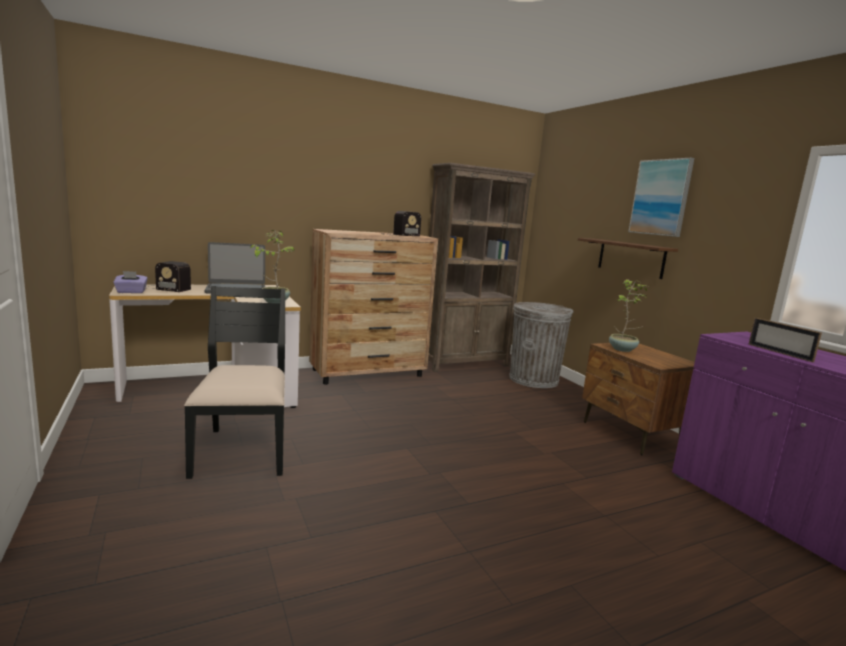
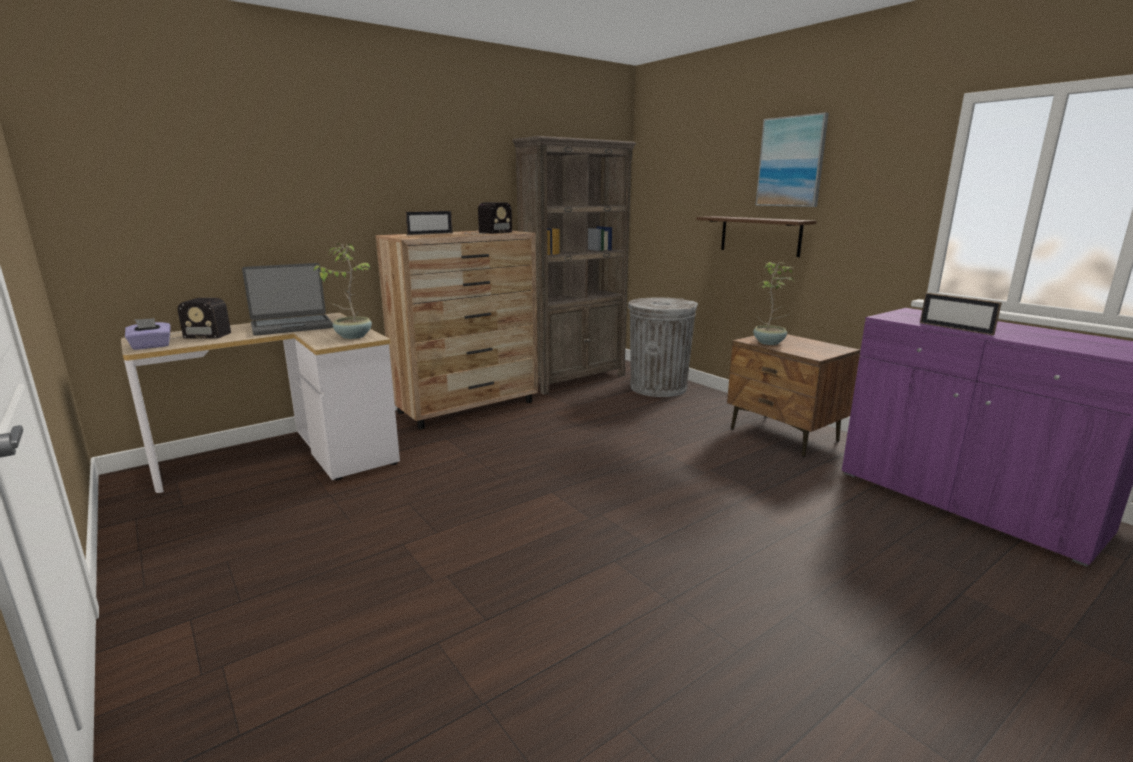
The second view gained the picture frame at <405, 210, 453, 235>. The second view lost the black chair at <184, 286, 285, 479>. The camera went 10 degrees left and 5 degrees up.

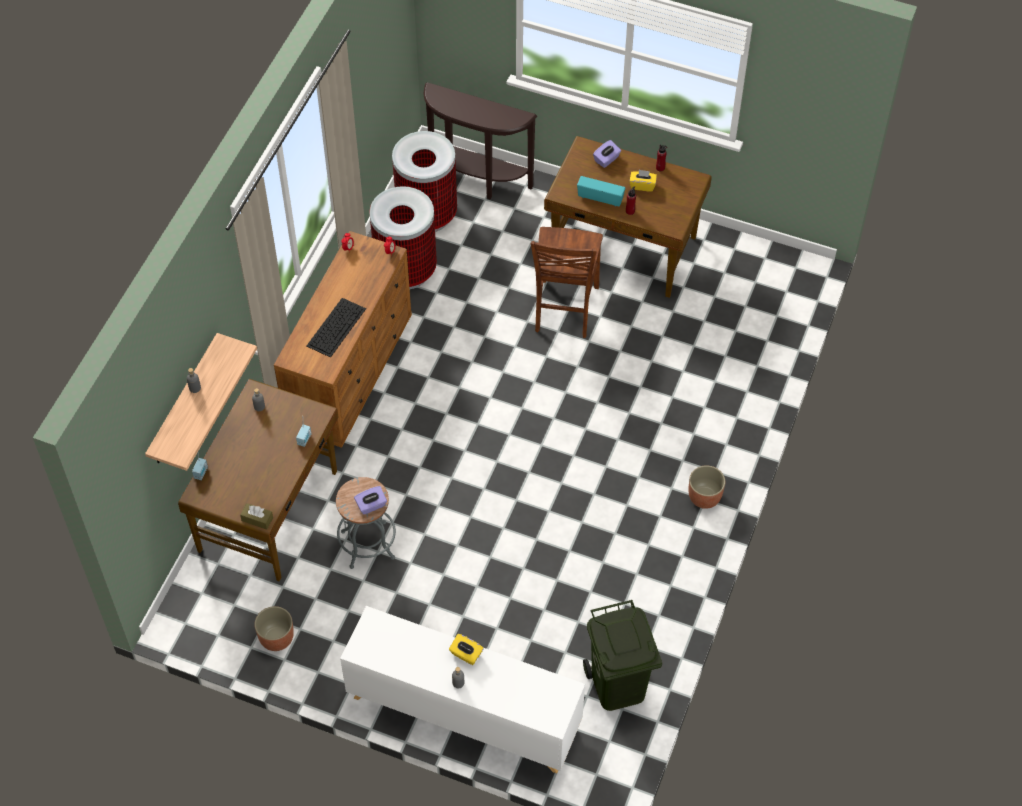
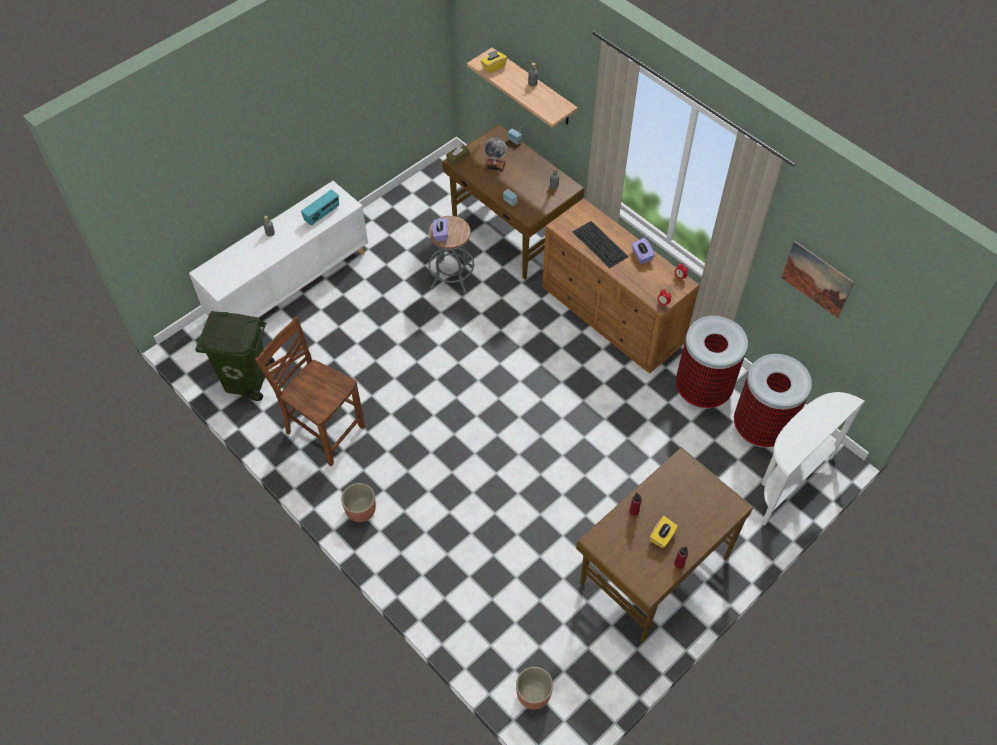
The brown chair ended up elsewhere, having gone from <531, 227, 603, 338> to <255, 317, 365, 466>. The radio ended up elsewhere, having gone from <577, 176, 625, 206> to <301, 190, 339, 225>. The yellow tissue box ended up elsewhere, having gone from <449, 634, 484, 665> to <481, 50, 507, 74>. The second view gained the globe at <484, 137, 507, 171>. The planter ended up elsewhere, having gone from <254, 606, 294, 651> to <516, 667, 553, 710>. The purple tissue box ended up elsewhere, having gone from <593, 140, 621, 168> to <631, 238, 655, 264>. What was the brown console table at <424, 82, 537, 200> turned into the white console table at <761, 392, 865, 526>. The second view gained the picture at <781, 241, 854, 318>. The camera went 115 degrees right and 0 degrees up.

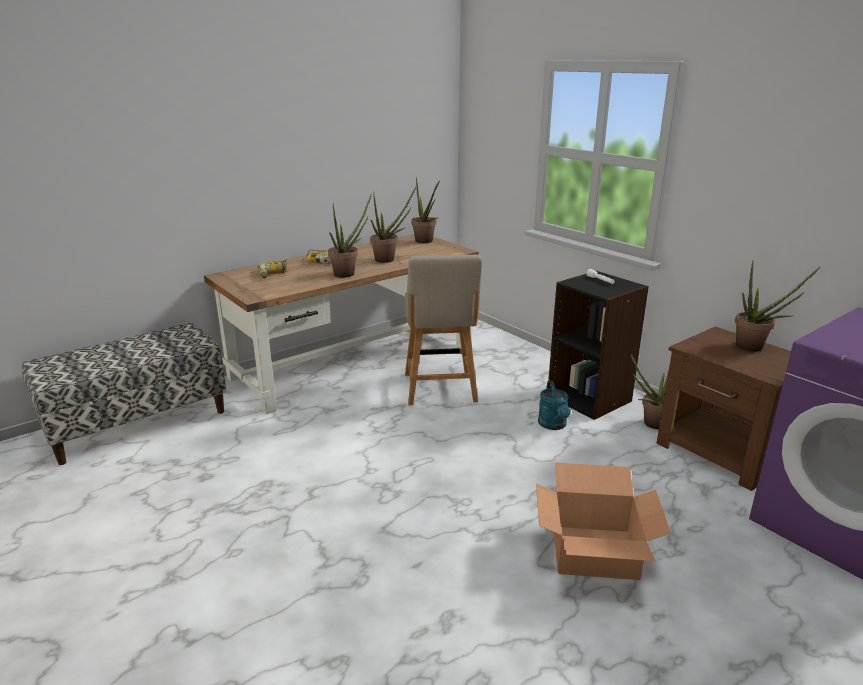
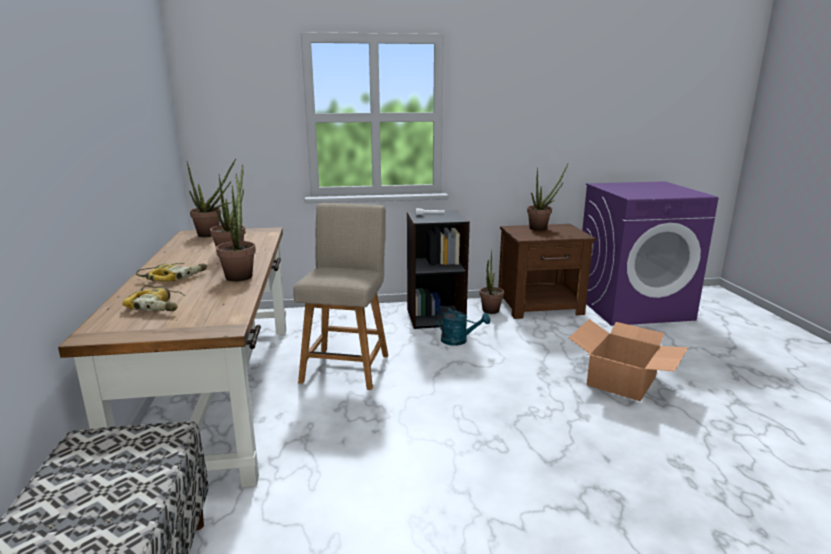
The beige chair at <405, 255, 482, 405> ended up facing another way, 105 degrees counterclockwise from before. The camera went 60 degrees left and 5 degrees down.

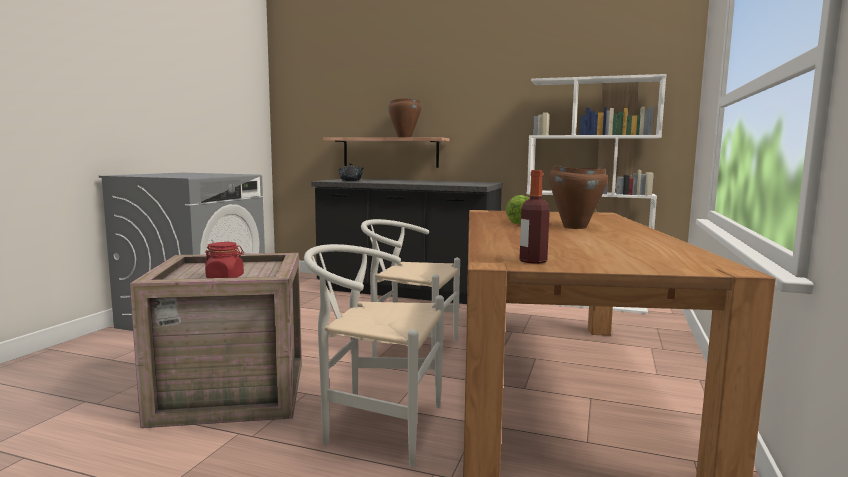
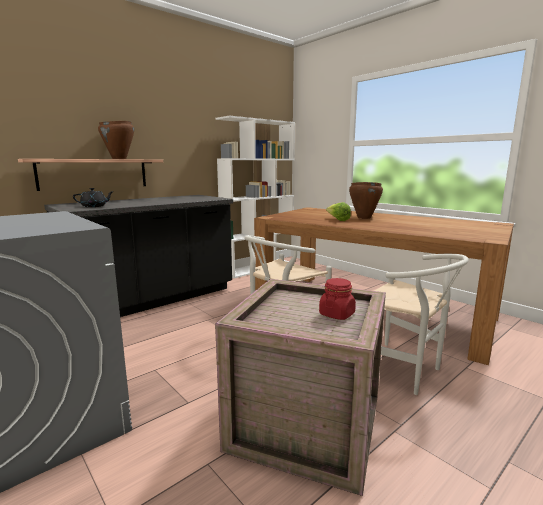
The white chair at <304, 244, 444, 468> ended up facing another way, 90 degrees counterclockwise from before. The second view lost the bottle at <519, 170, 550, 264>. The camera went 60 degrees left and 5 degrees up.

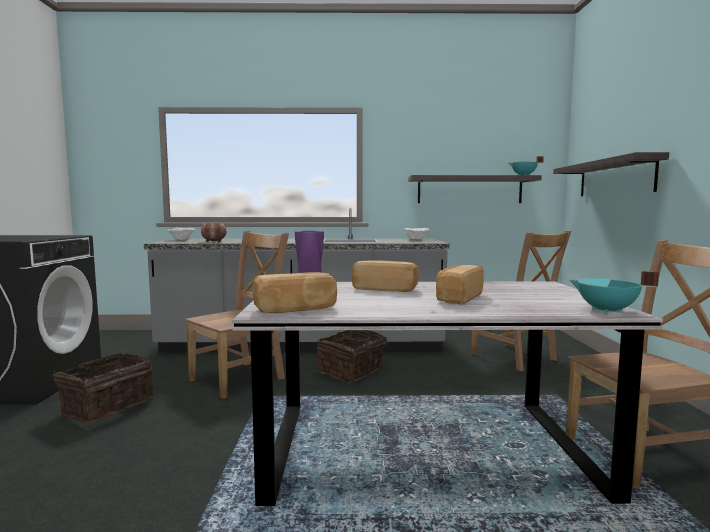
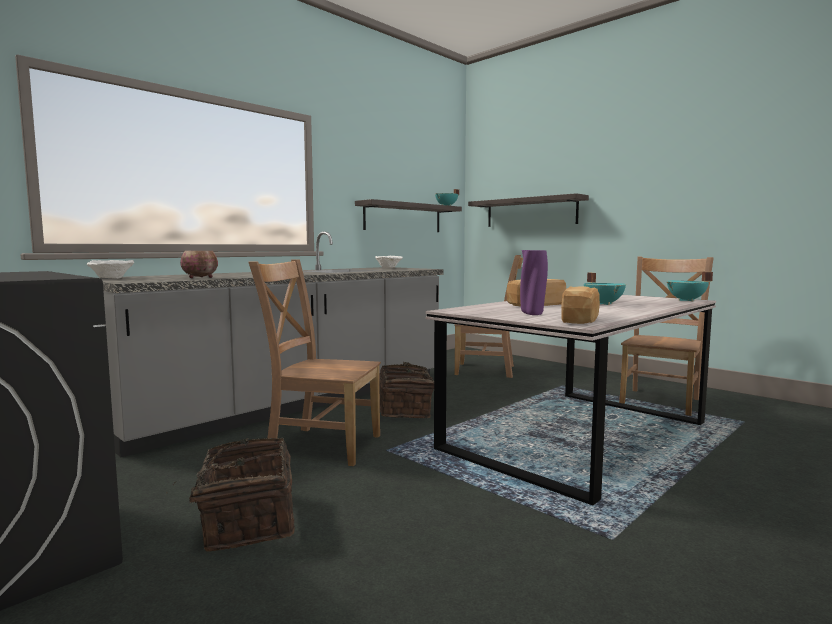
The brown chair at <185, 231, 289, 399> ended up facing another way, 75 degrees counterclockwise from before. Where the bread stood at <436, 265, 484, 305>, the turquoise cooking pot came to stand at <584, 273, 626, 305>. The camera went 45 degrees left and 0 degrees up.

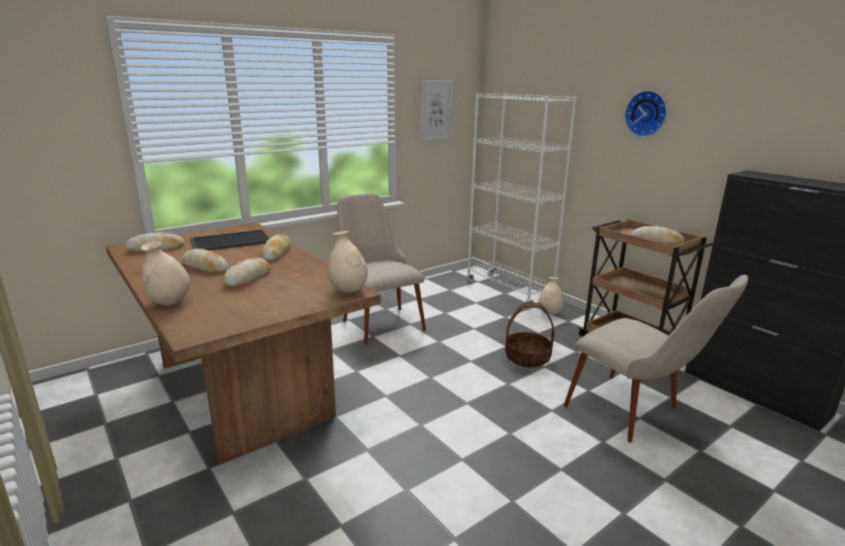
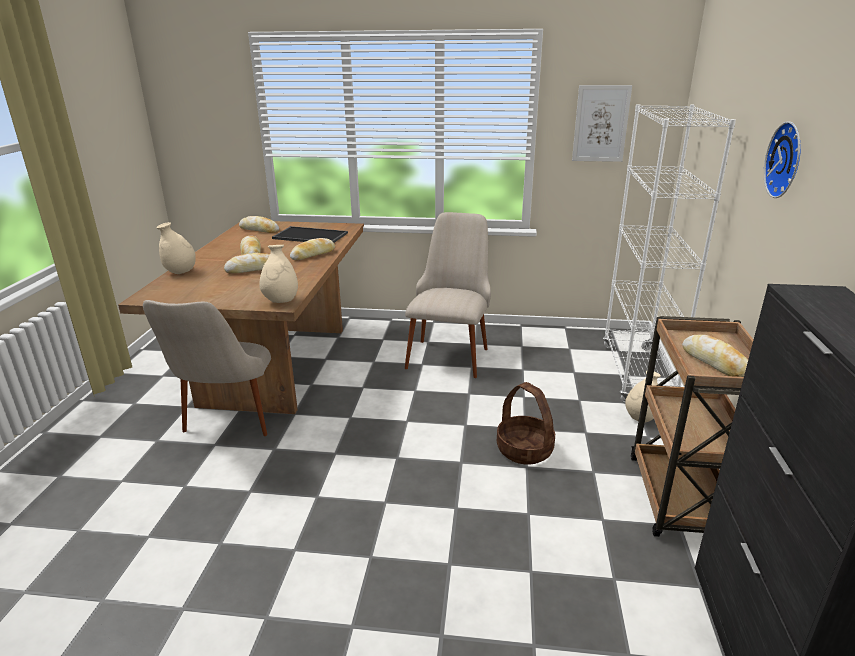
The beige chair ended up elsewhere, having gone from <564, 275, 748, 442> to <143, 300, 271, 436>. The camera went 45 degrees right and 5 degrees up.

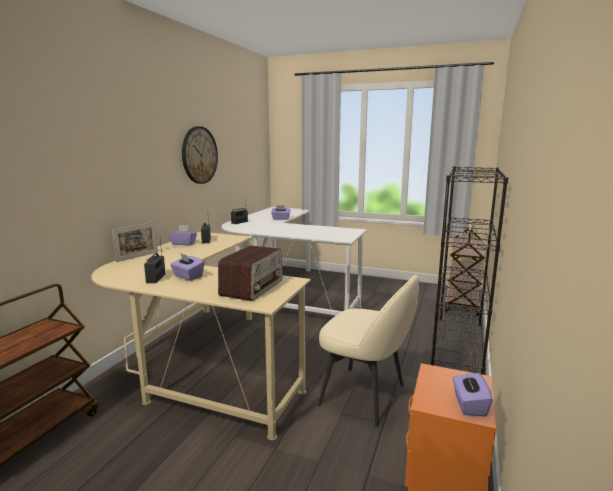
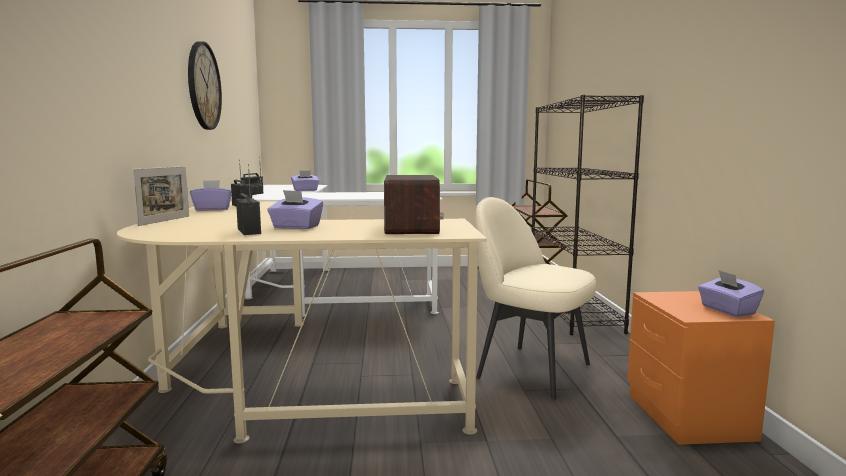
The beige chair at <318, 275, 419, 427> ended up facing another way, 150 degrees counterclockwise from before. The camera went 25 degrees left and 5 degrees down.

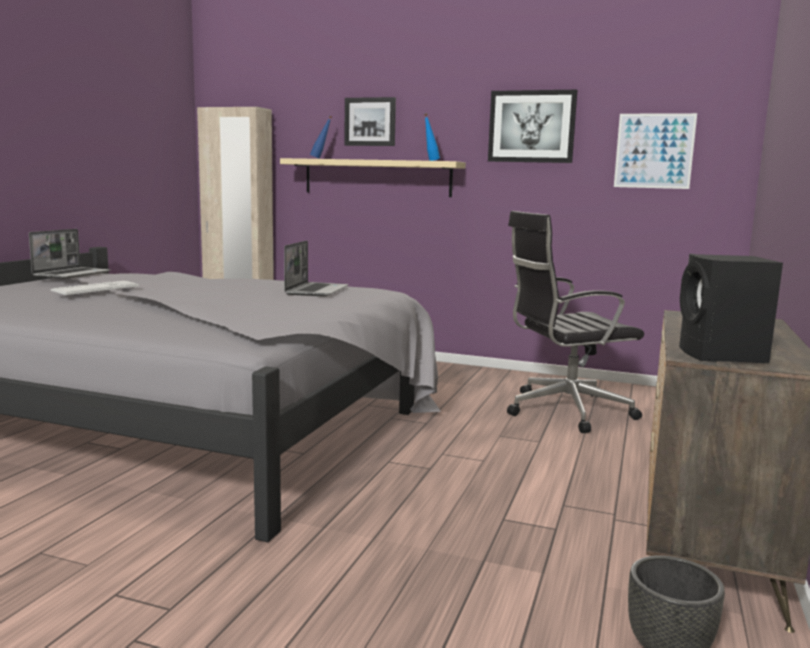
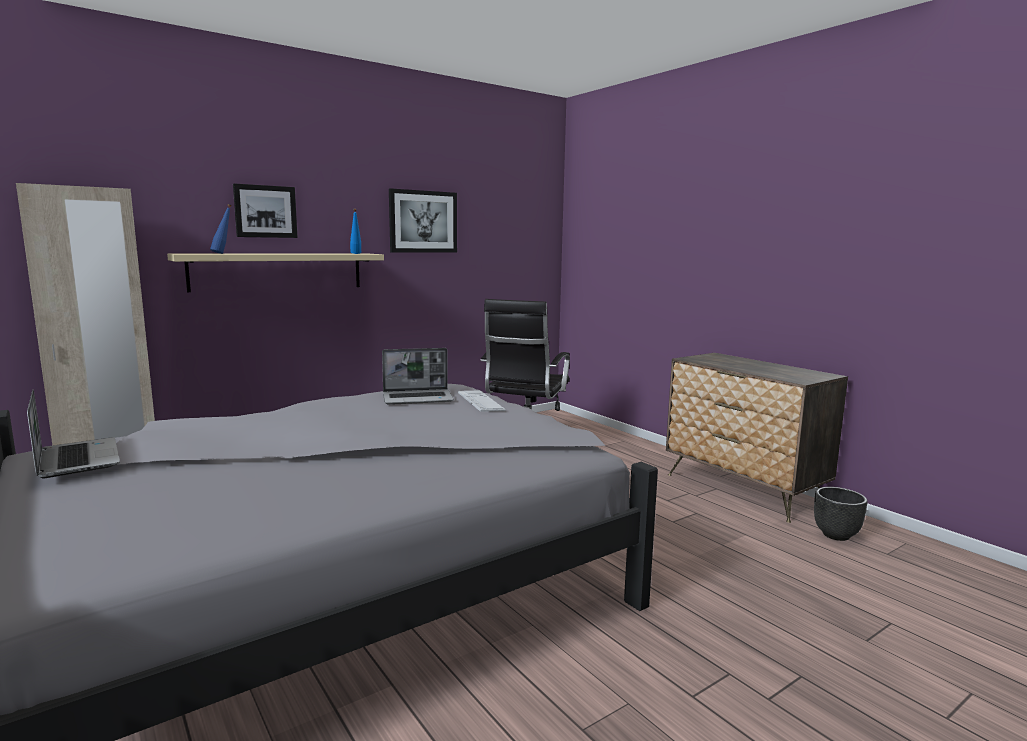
The laptop at <284, 240, 349, 297> ended up facing another way, 120 degrees clockwise from before. The keyboard ended up elsewhere, having gone from <51, 281, 139, 295> to <458, 391, 506, 412>. The second view lost the picture at <614, 113, 697, 189>. The second view lost the black speaker at <679, 254, 783, 363>. The camera went 55 degrees left and 0 degrees up.

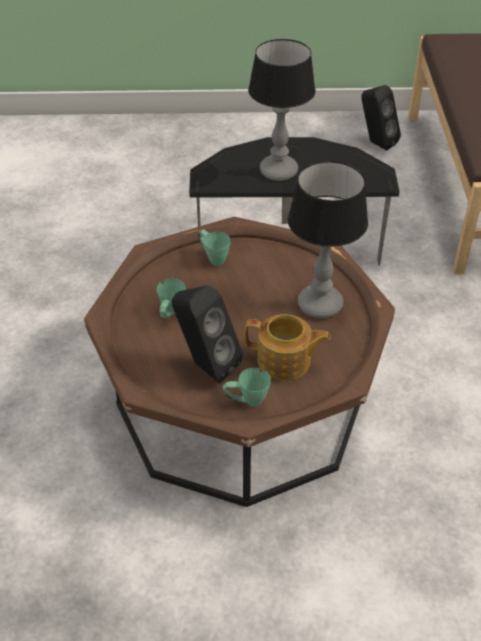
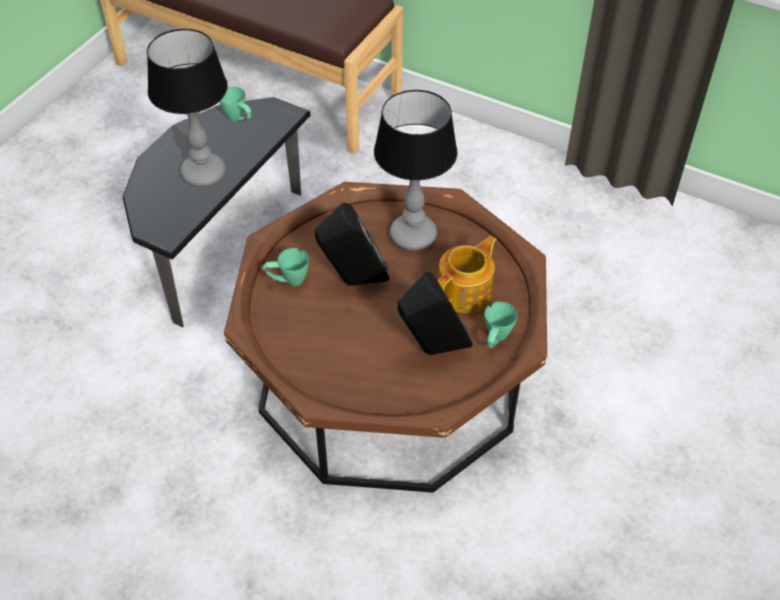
The green mug ended up elsewhere, having gone from <157, 278, 186, 318> to <219, 86, 252, 121>. The black speaker ended up elsewhere, having gone from <361, 85, 401, 151> to <315, 203, 389, 286>. The camera went 60 degrees left and 5 degrees up.

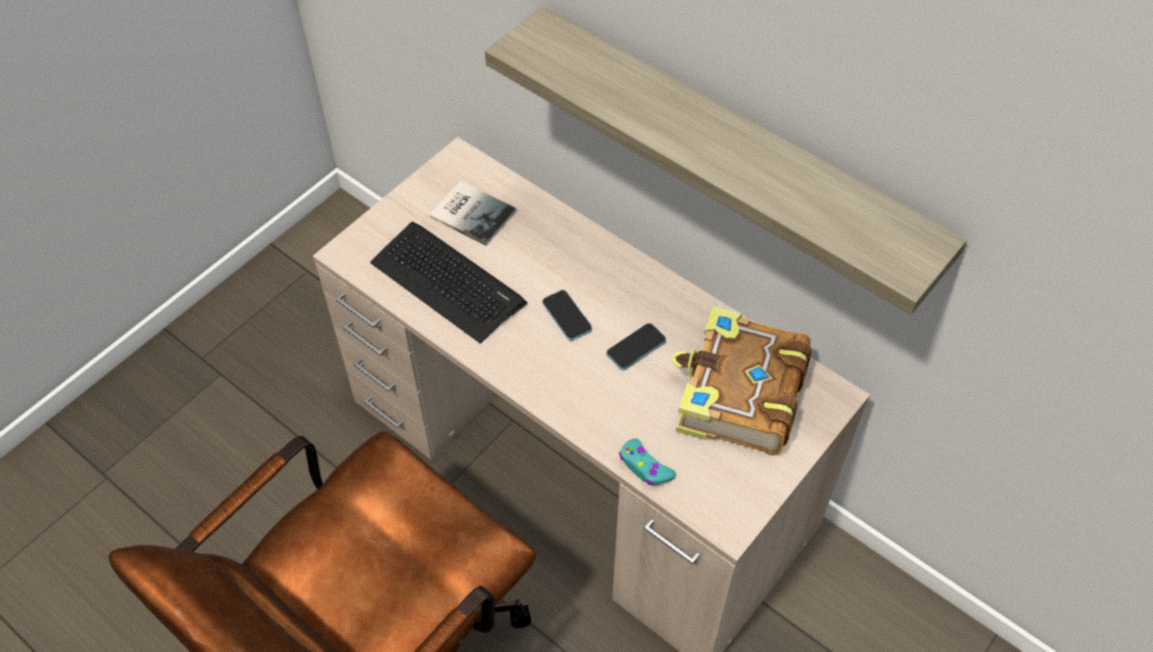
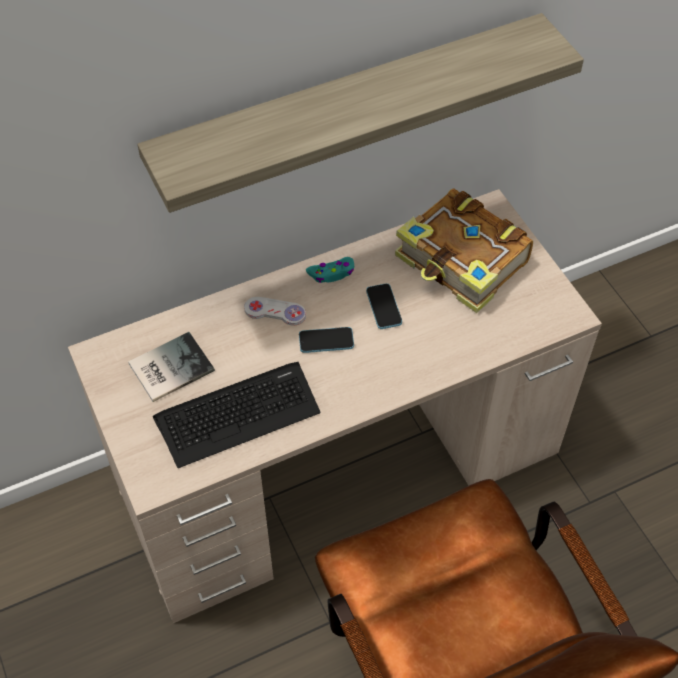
The second view gained the white game controller at <244, 297, 306, 326>. The turquoise game controller ended up elsewhere, having gone from <619, 438, 676, 486> to <306, 257, 354, 283>. The camera went 65 degrees left and 0 degrees up.

